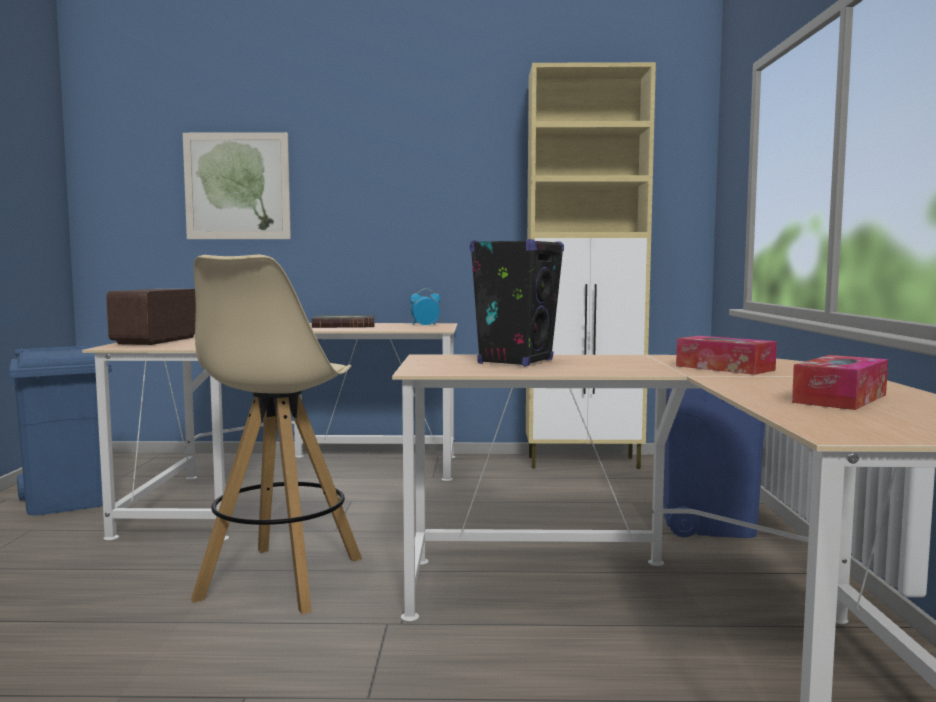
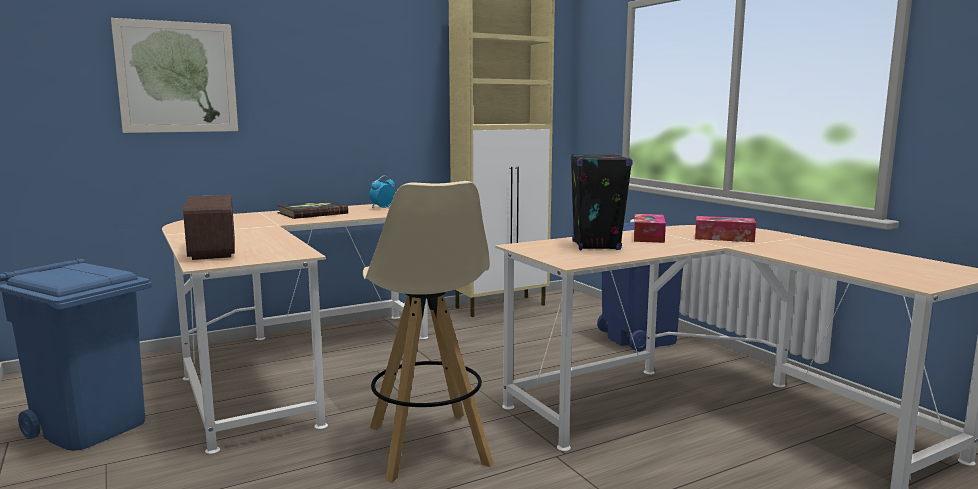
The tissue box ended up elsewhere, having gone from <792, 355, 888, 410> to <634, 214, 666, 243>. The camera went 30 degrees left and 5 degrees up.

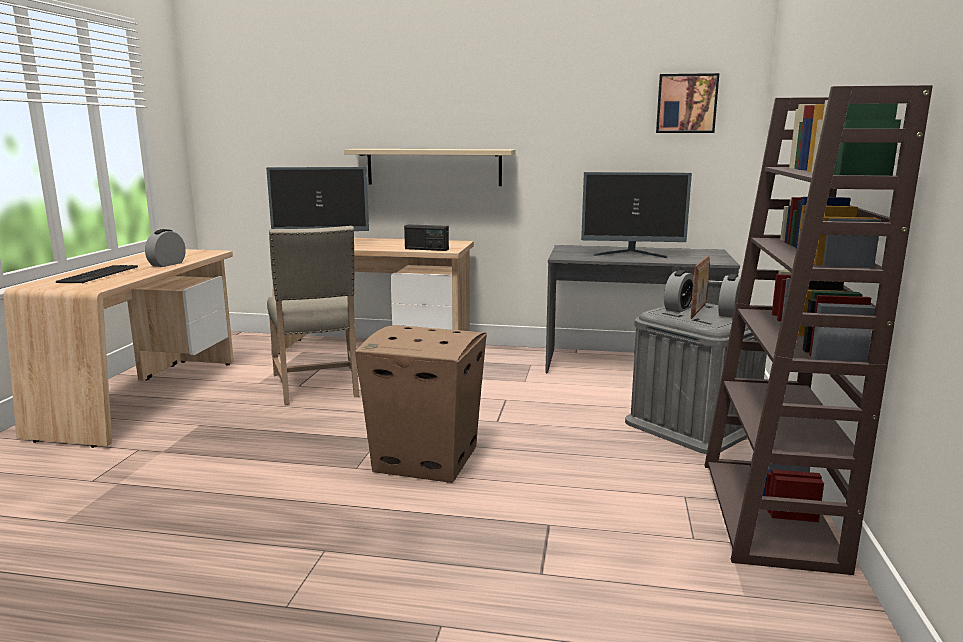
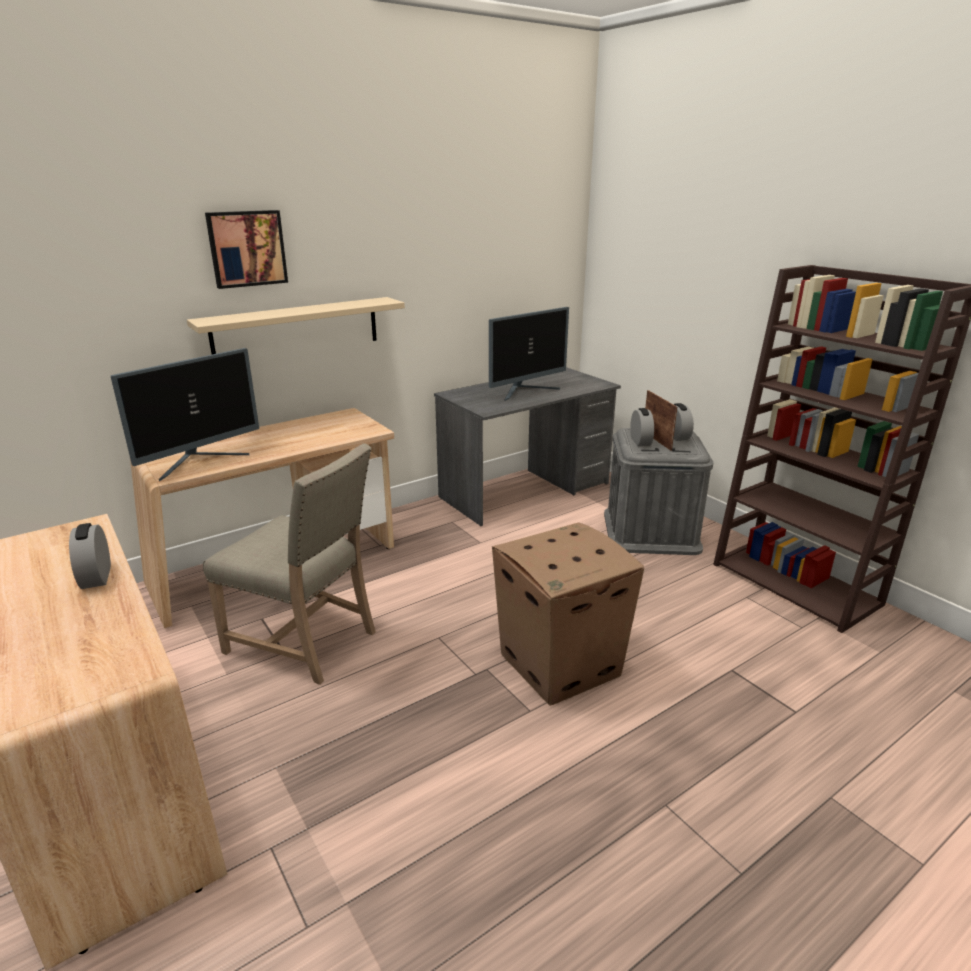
The picture ended up elsewhere, having gone from <656, 73, 719, 133> to <205, 210, 288, 289>. The second view lost the keyboard at <56, 265, 138, 283>. The second view lost the radio at <404, 224, 449, 251>. The camera went 45 degrees left and 10 degrees up.

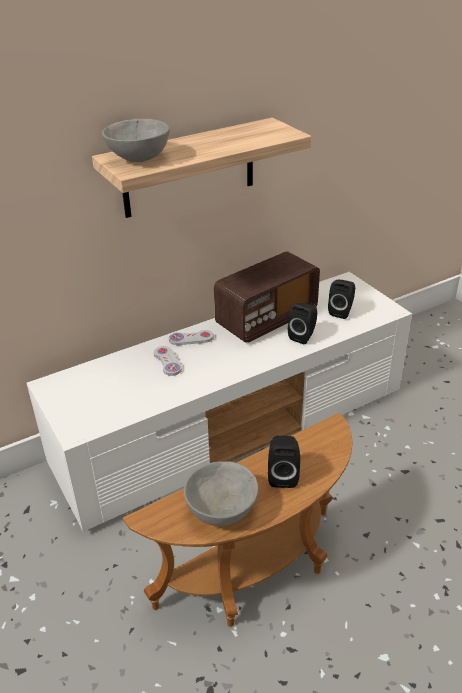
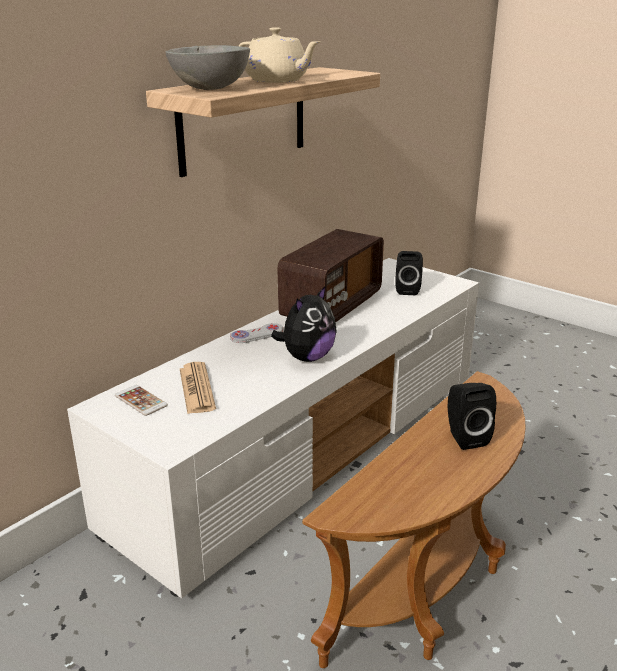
The second view gained the phone at <115, 385, 168, 416>. The second view gained the newspaper at <180, 362, 216, 414>. The second view gained the beige teapot at <239, 27, 320, 83>. The second view gained the plush toy at <271, 285, 337, 362>. The second view lost the white game controller at <154, 346, 182, 376>. The second view lost the grey bowl at <184, 461, 259, 526>. The second view lost the black speaker at <288, 303, 317, 344>. The camera went 20 degrees left and 10 degrees down.

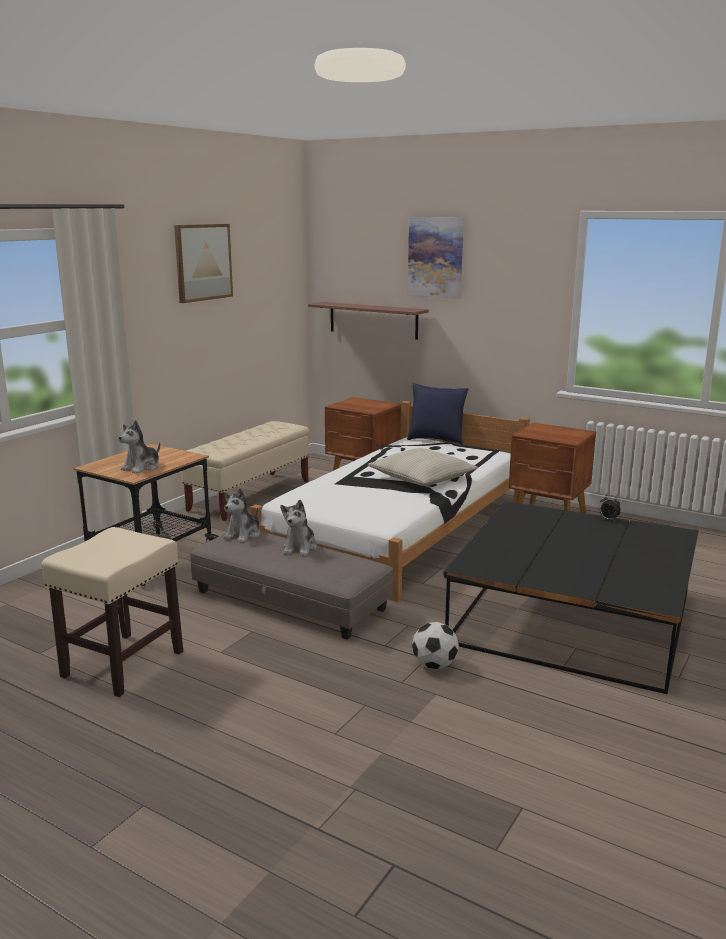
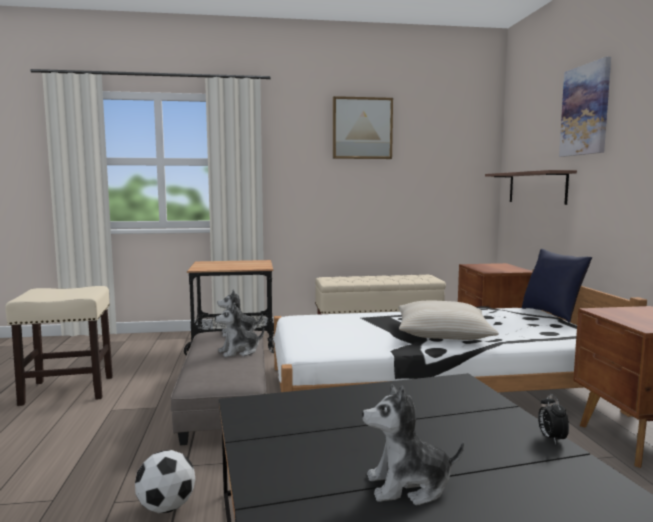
The plush toy ended up elsewhere, having gone from <119, 420, 160, 474> to <362, 384, 464, 505>. The camera went 50 degrees right and 10 degrees down.

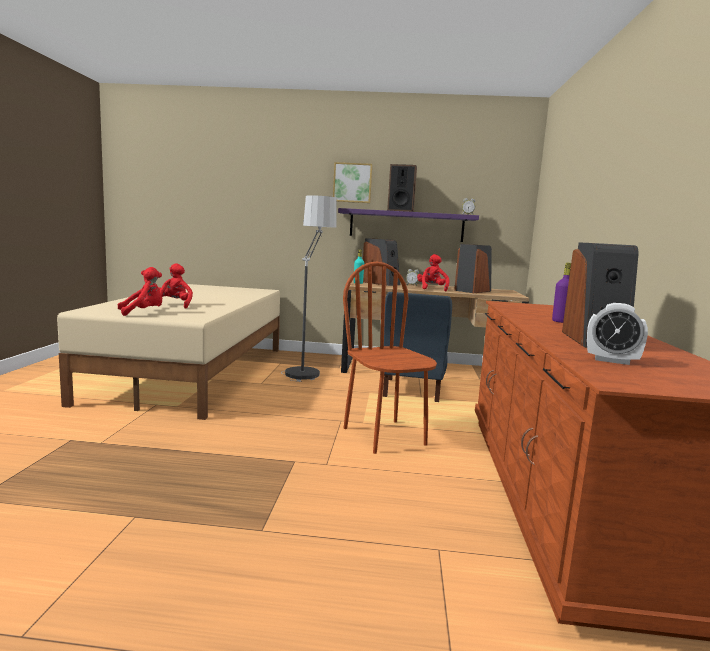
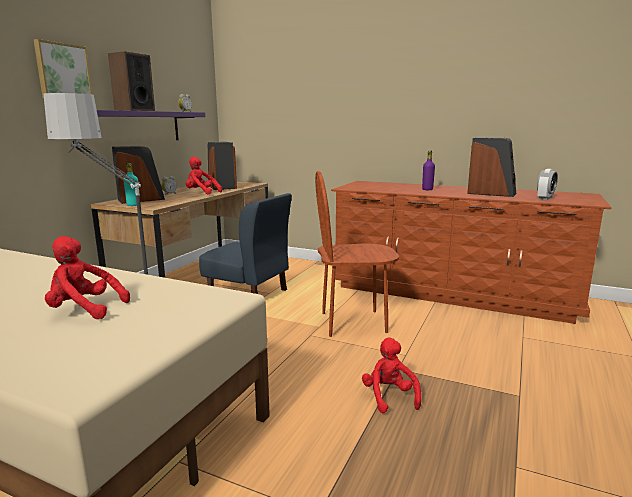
The red plush toy ended up elsewhere, having gone from <118, 267, 162, 316> to <362, 338, 421, 413>. The camera went 70 degrees left and 5 degrees up.

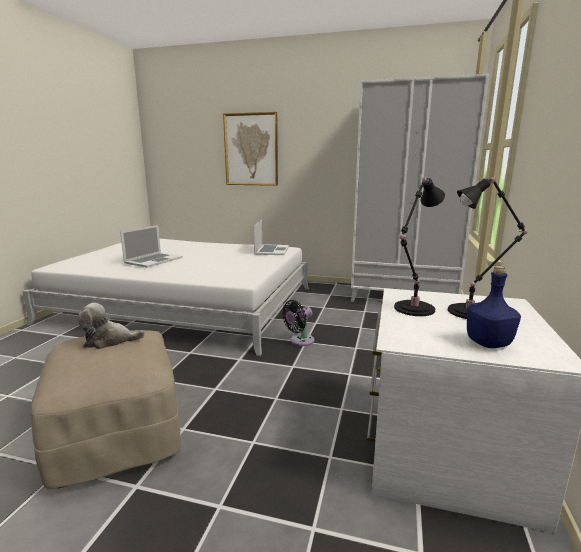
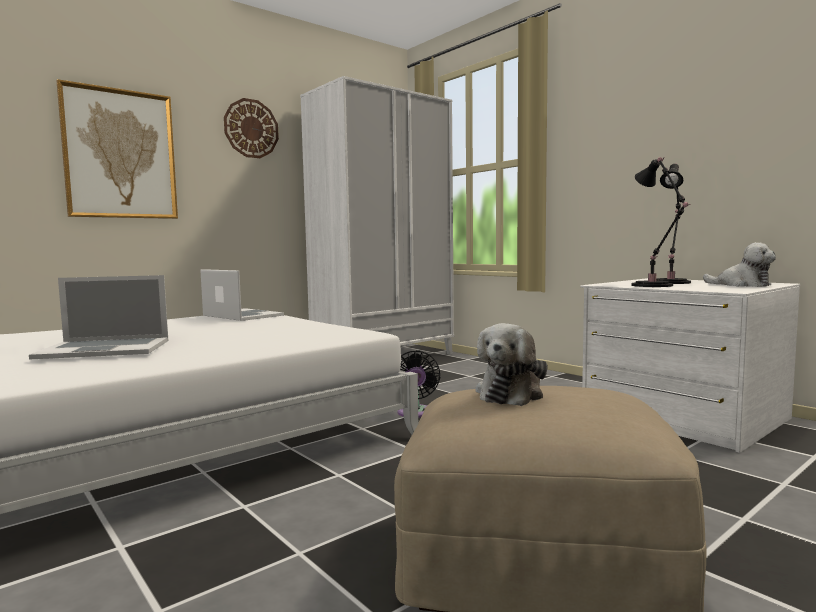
The laptop at <120, 225, 183, 268> ended up facing another way, 105 degrees clockwise from before. The second view gained the wall clock at <224, 98, 279, 158>. Where the blue bottle stood at <467, 266, 521, 348>, the plush toy came to stand at <703, 242, 776, 287>. The camera went 55 degrees left and 10 degrees down.

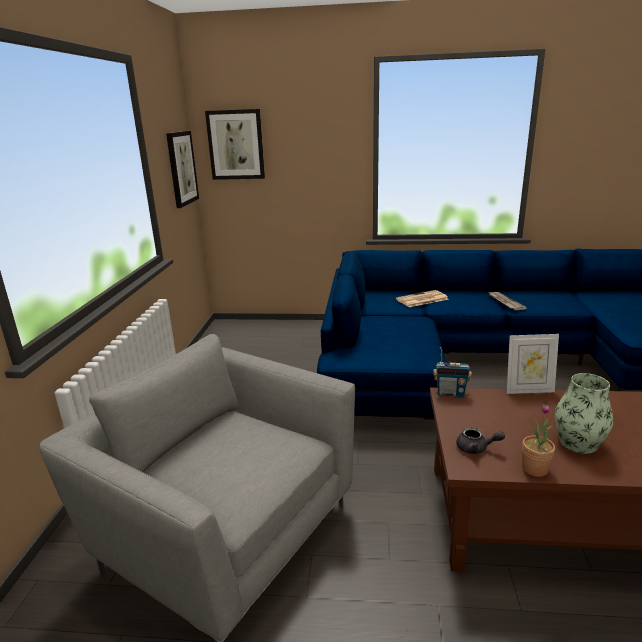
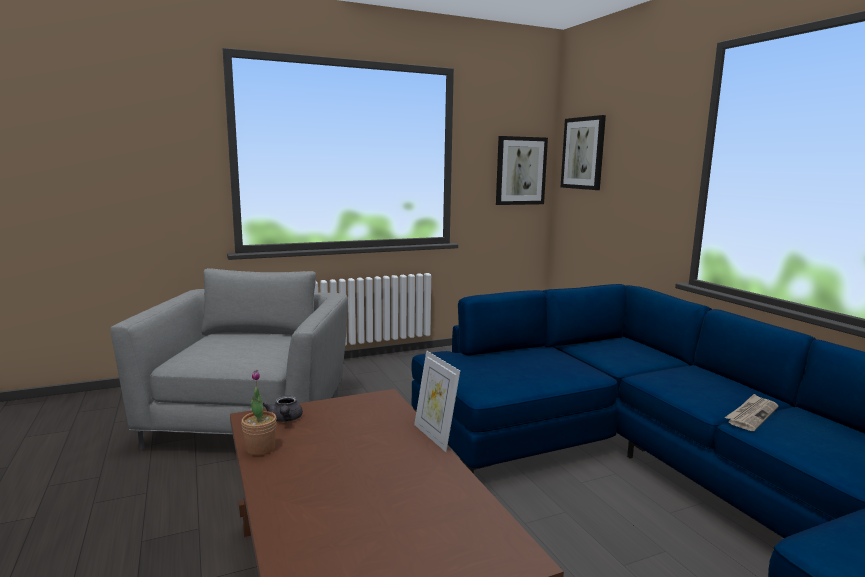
The second view lost the newspaper at <396, 290, 449, 307>. The second view lost the radio at <433, 347, 472, 397>. The second view lost the vase at <555, 373, 613, 454>. The camera went 60 degrees right and 10 degrees down.

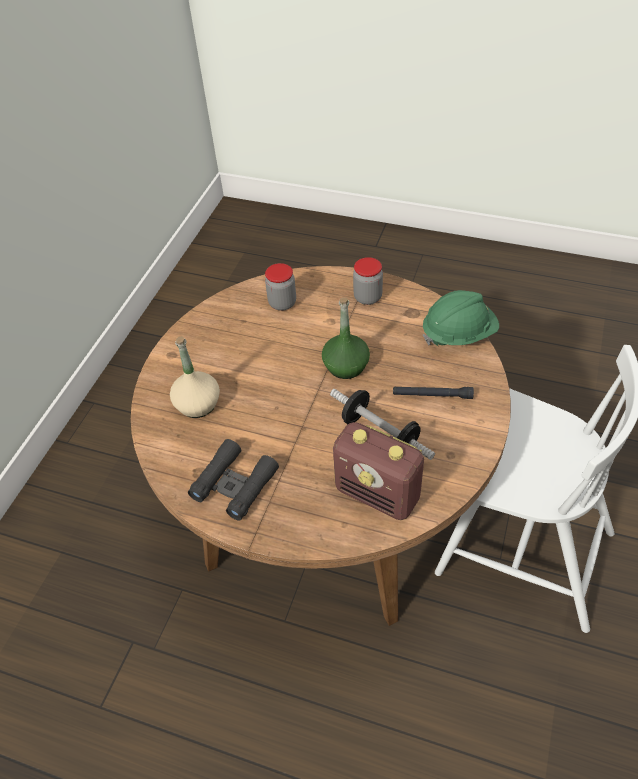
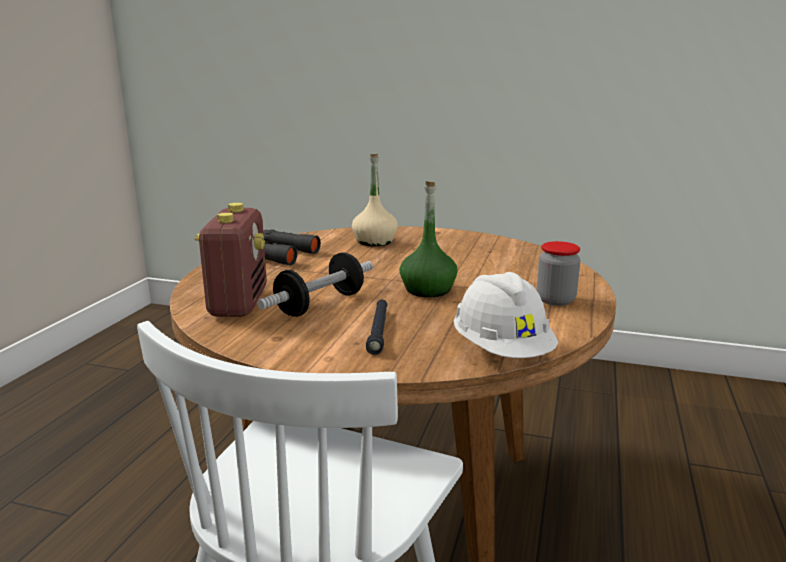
The radio at <333, 422, 424, 520> ended up facing another way, 150 degrees clockwise from before. What was the green hard hat at <423, 290, 499, 346> turned into the white hard hat at <454, 272, 559, 358>. The second view lost the jar at <265, 263, 296, 311>. The camera went 85 degrees right and 30 degrees down.

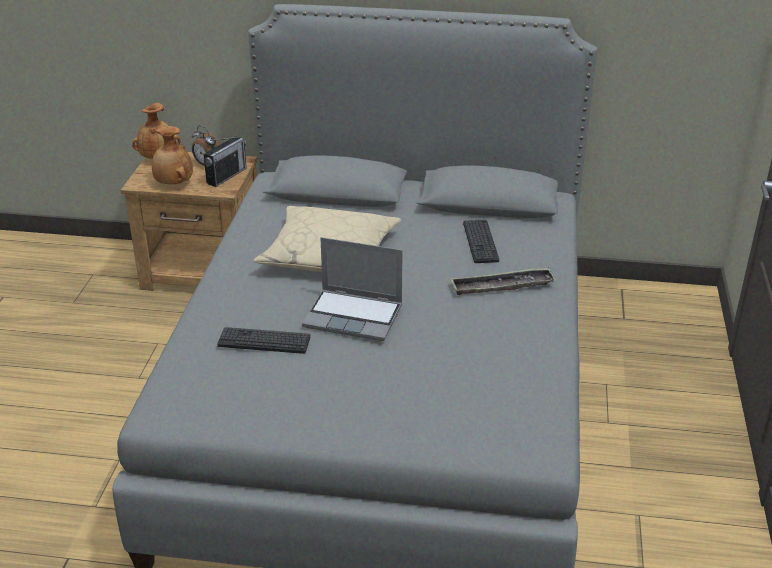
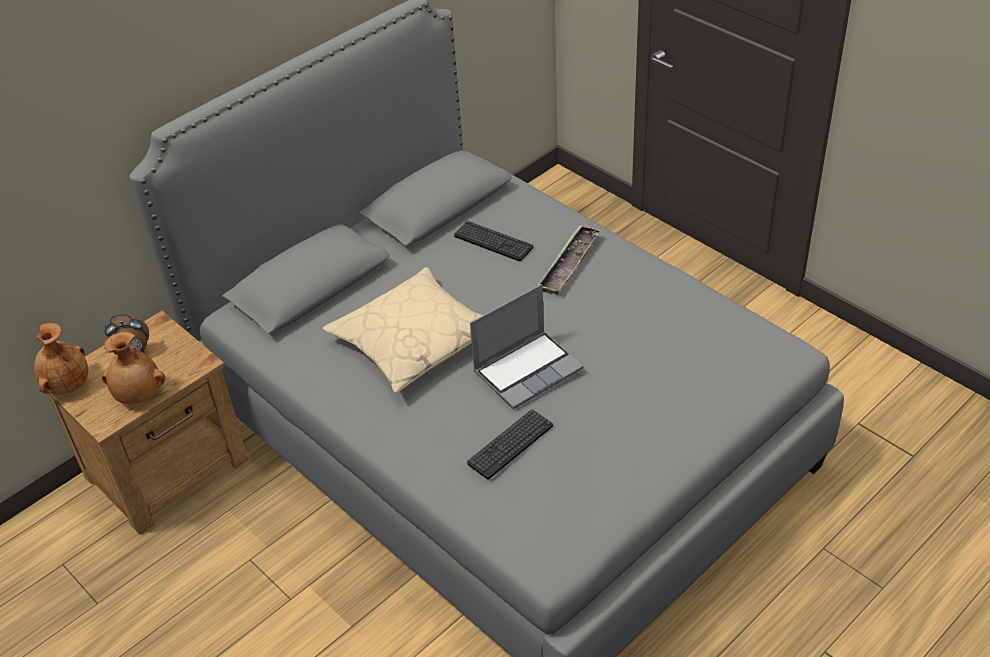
The second view lost the radio at <203, 136, 247, 187>. The camera went 50 degrees left and 10 degrees up.

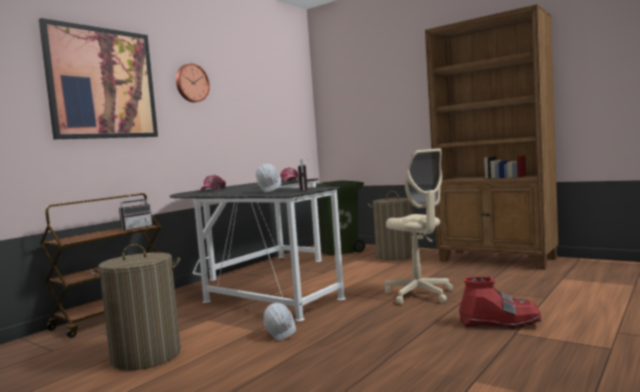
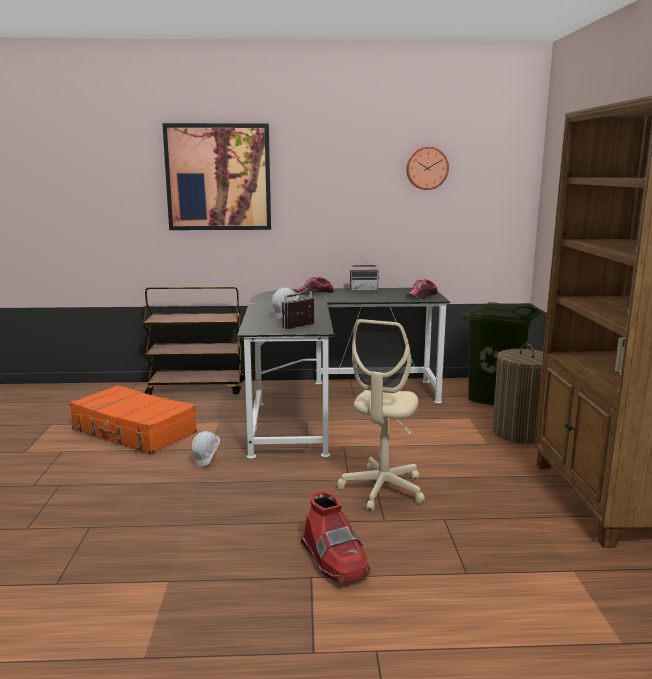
Where the laundry basket stood at <90, 244, 181, 371>, the orange suitcase came to stand at <69, 385, 197, 455>. The radio ended up elsewhere, having gone from <119, 193, 152, 231> to <350, 257, 379, 291>. The wall clock ended up elsewhere, having gone from <176, 63, 210, 102> to <406, 146, 449, 190>. The camera went 50 degrees right and 10 degrees up.

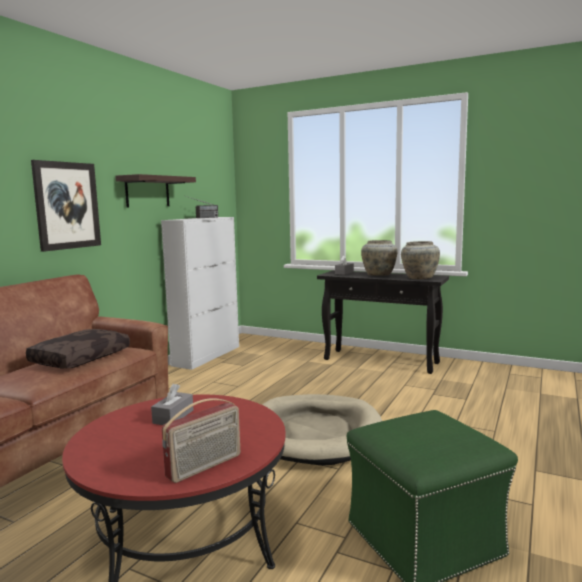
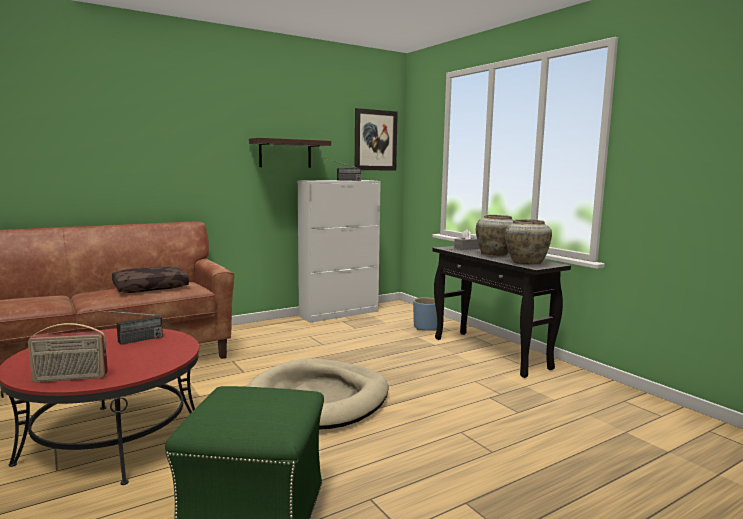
Where the grey tissue box stood at <151, 384, 193, 425>, the radio came to stand at <90, 310, 163, 345>. The picture ended up elsewhere, having gone from <31, 160, 101, 252> to <355, 108, 398, 171>. The second view gained the blue planter at <413, 297, 437, 331>. The camera went 30 degrees right and 0 degrees up.

